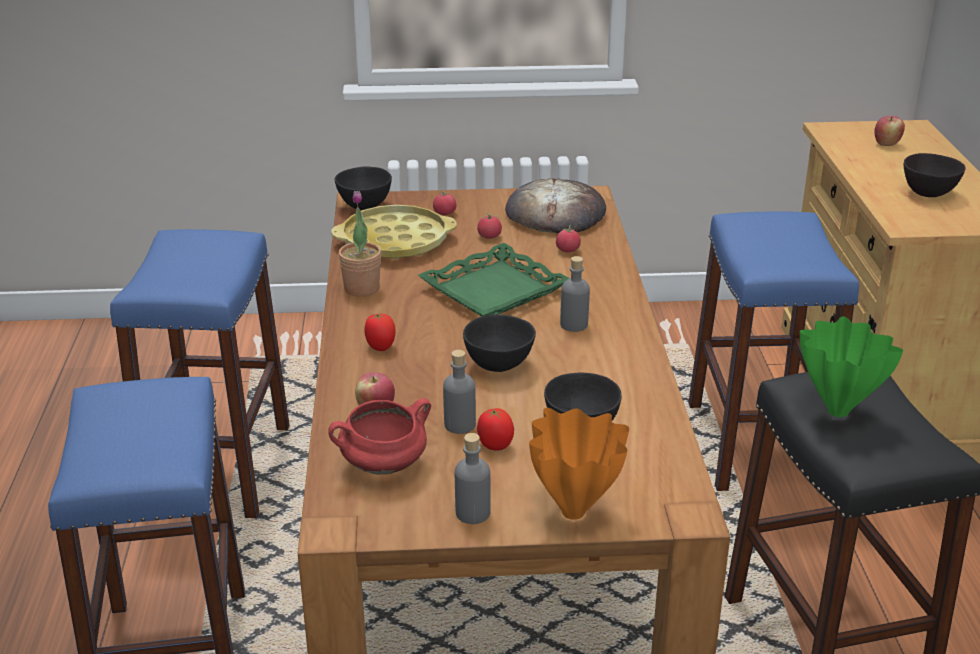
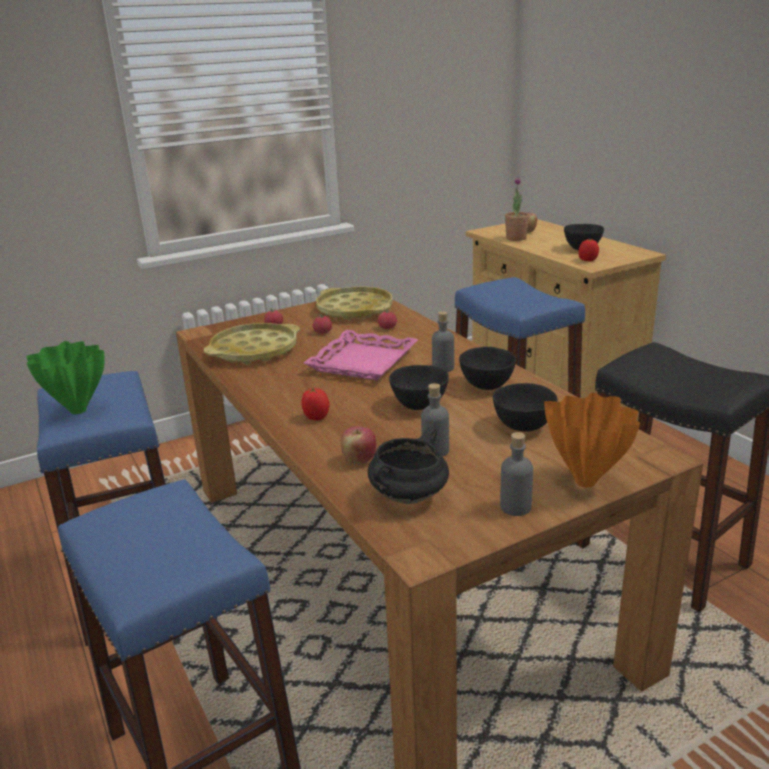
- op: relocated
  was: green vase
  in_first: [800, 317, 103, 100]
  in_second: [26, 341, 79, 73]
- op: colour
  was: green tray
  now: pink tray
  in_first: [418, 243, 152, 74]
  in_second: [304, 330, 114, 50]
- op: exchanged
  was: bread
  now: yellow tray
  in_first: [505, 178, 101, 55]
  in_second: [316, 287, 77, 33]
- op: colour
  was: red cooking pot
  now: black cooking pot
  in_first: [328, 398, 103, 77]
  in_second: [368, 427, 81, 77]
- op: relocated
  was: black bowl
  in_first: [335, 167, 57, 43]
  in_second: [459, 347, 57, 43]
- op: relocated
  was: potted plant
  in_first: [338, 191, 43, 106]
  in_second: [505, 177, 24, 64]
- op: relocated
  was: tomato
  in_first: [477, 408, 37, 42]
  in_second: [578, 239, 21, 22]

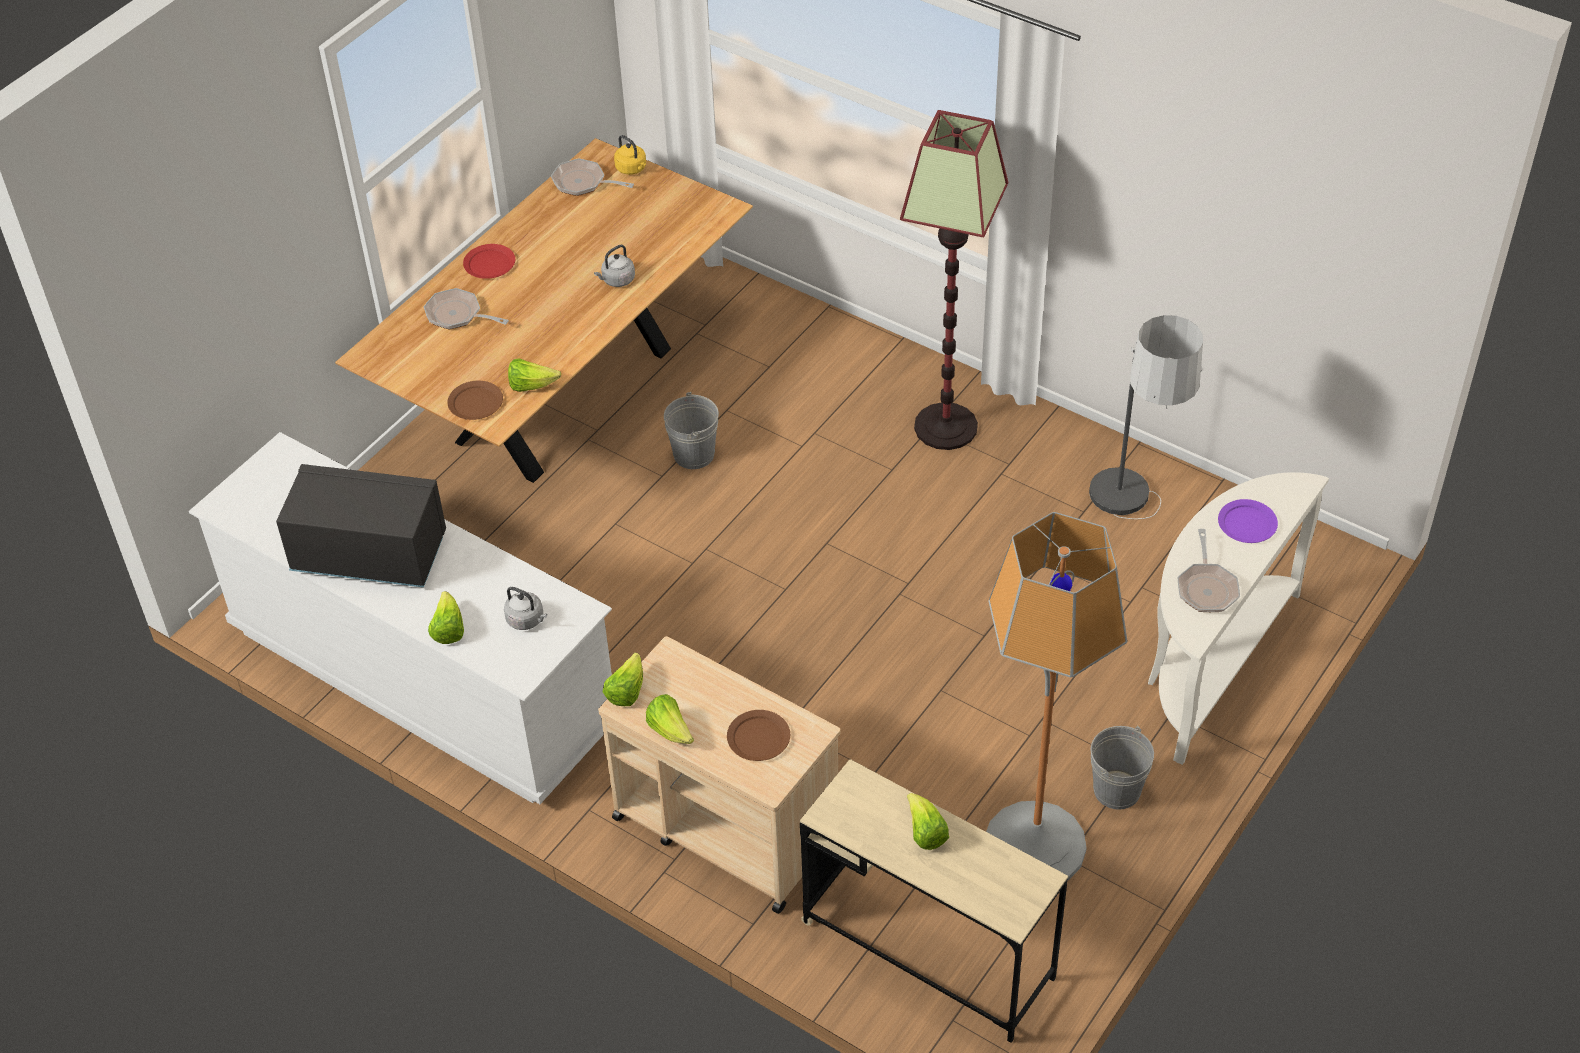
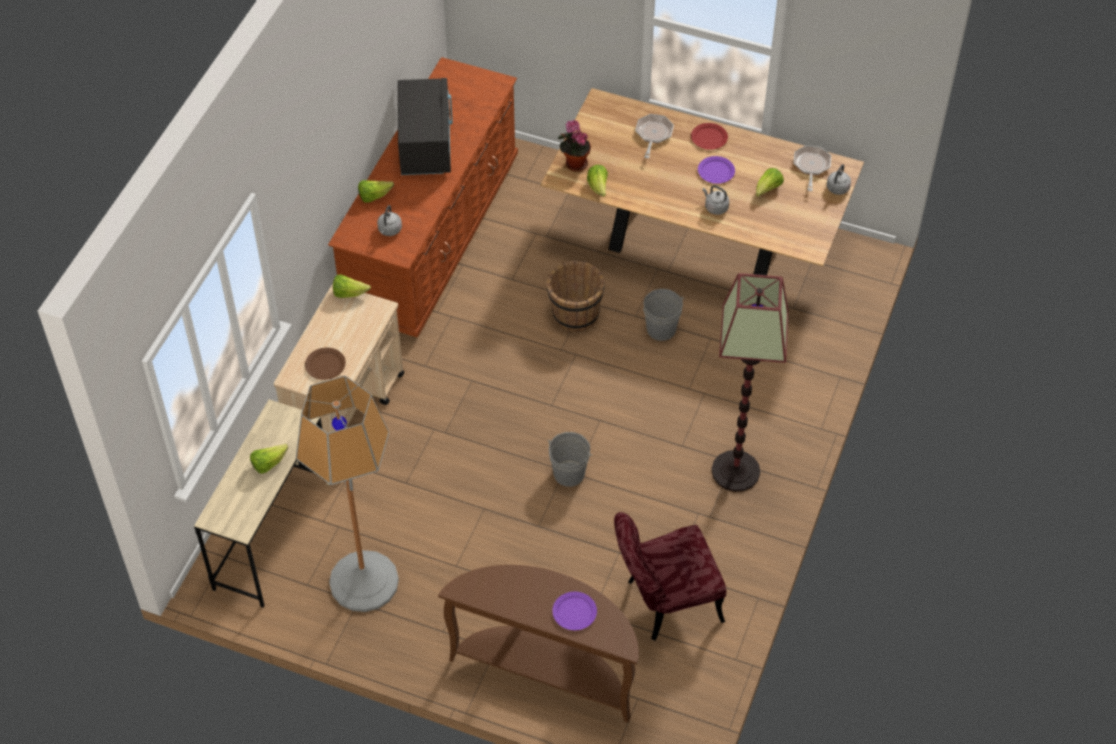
- op: colour
  was: white dresser
  now: brown dresser
  in_first: [189, 432, 423, 372]
  in_second: [328, 57, 190, 280]
- op: colour
  was: white console table
  now: brown console table
  in_first: [1148, 472, 181, 293]
  in_second: [438, 565, 201, 158]
- op: appeared
  now: brown bucket
  in_second: [546, 260, 59, 72]
- op: relocated
  was: grey bucket
  in_first: [1090, 725, 64, 85]
  in_second: [548, 432, 44, 55]
- op: exchanged
  was: brown plate
  now: potted plant
  in_first: [447, 381, 56, 39]
  in_second: [558, 120, 33, 52]
- op: exchanged
  was: floor lamp
  now: red chair
  in_first: [1089, 315, 114, 204]
  in_second: [614, 512, 112, 129]
- op: appeared
  now: purple plate
  in_second: [698, 156, 37, 28]
- op: relocated
  was: lettuce
  in_first: [646, 694, 48, 50]
  in_second: [756, 168, 28, 29]
- op: colour
  was: yellow kettle
  now: grey kettle
  in_first: [614, 135, 32, 40]
  in_second: [827, 164, 24, 31]
- op: missing
  was: frying pan
  in_first: [1177, 529, 63, 83]

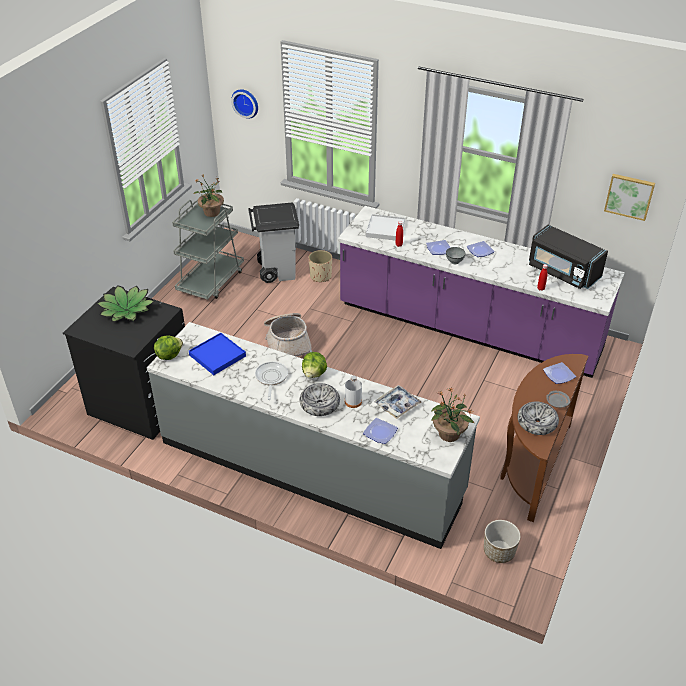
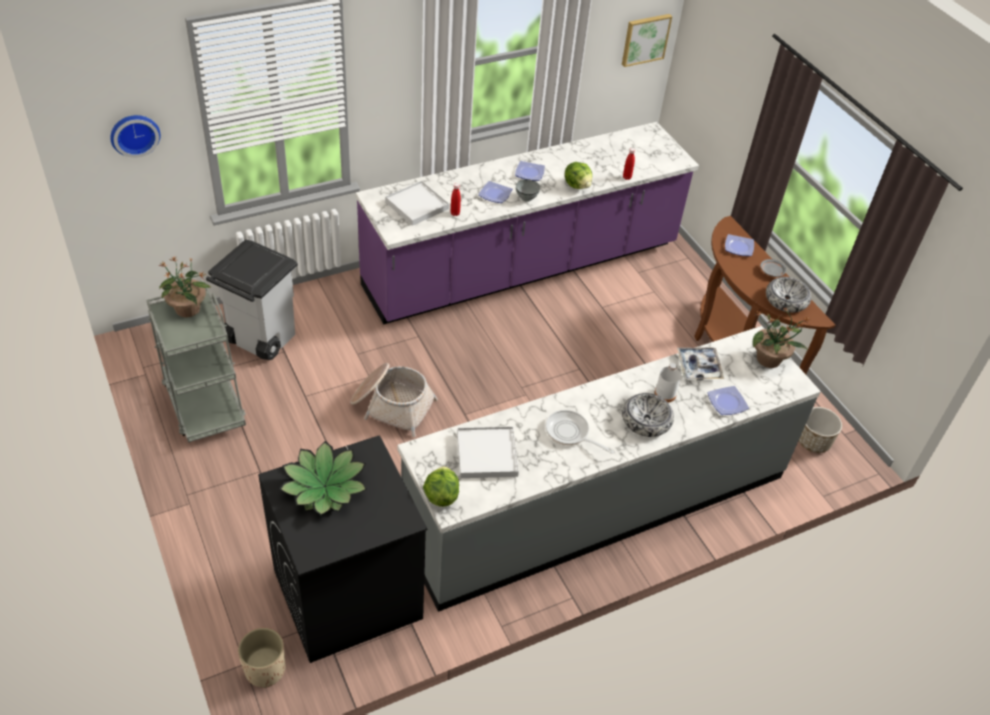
- op: relocated
  was: beige planter
  in_first: [309, 250, 23, 32]
  in_second: [238, 628, 47, 60]
- op: colour
  was: blue tray
  now: white tray
  in_first: [189, 333, 57, 42]
  in_second: [457, 426, 62, 52]
- op: relocated
  was: lettuce
  in_first: [302, 352, 25, 26]
  in_second: [565, 162, 27, 27]
- op: missing
  was: black microwave
  in_first: [529, 225, 79, 64]

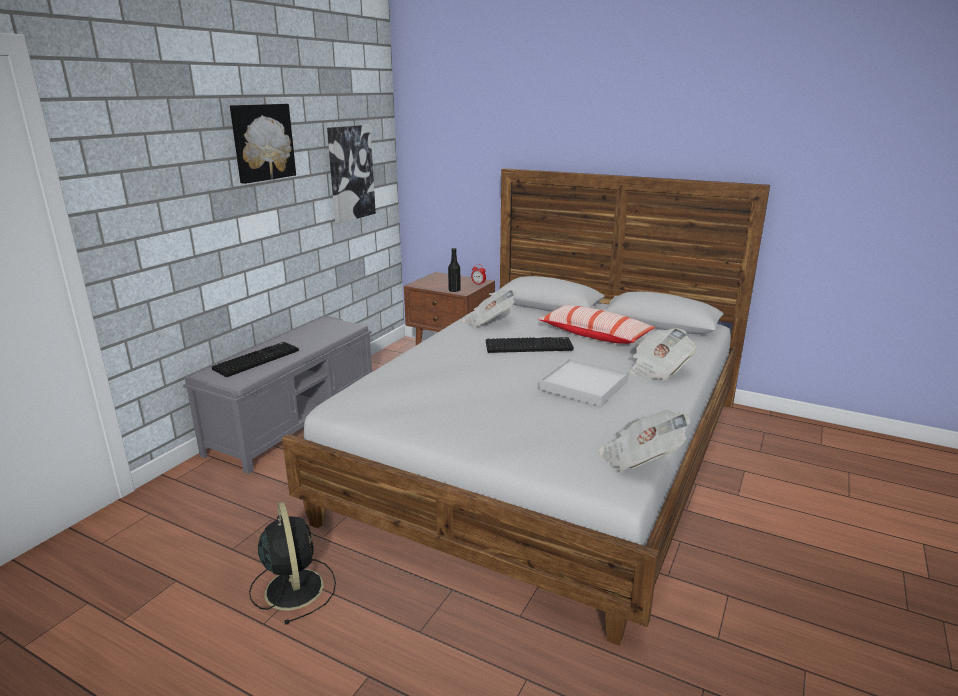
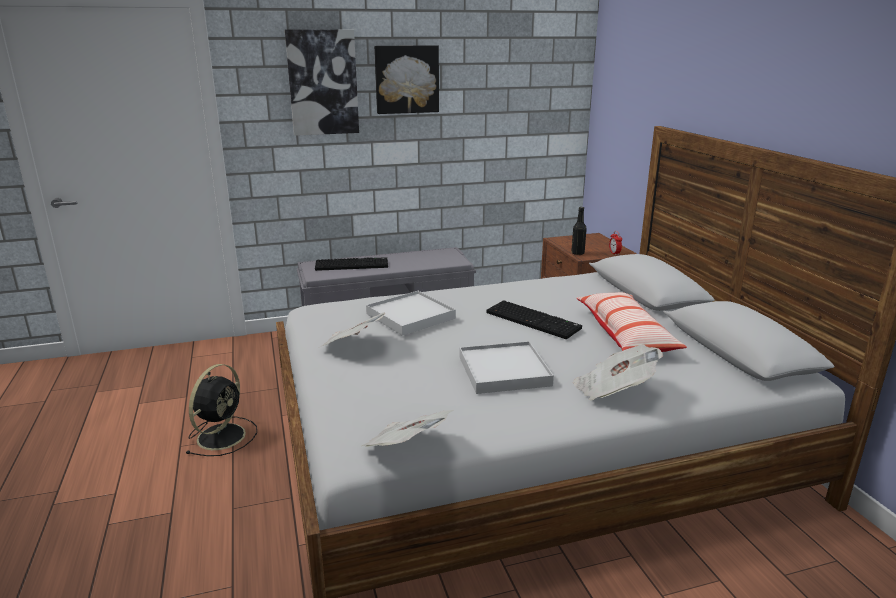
- op: relocated
  was: picture
  in_first: [327, 125, 49, 98]
  in_second: [285, 30, 74, 106]
- op: relocated
  was: newspaper
  in_first: [462, 290, 54, 37]
  in_second: [320, 312, 65, 35]
- op: appeared
  now: white tray
  in_second: [366, 291, 90, 45]

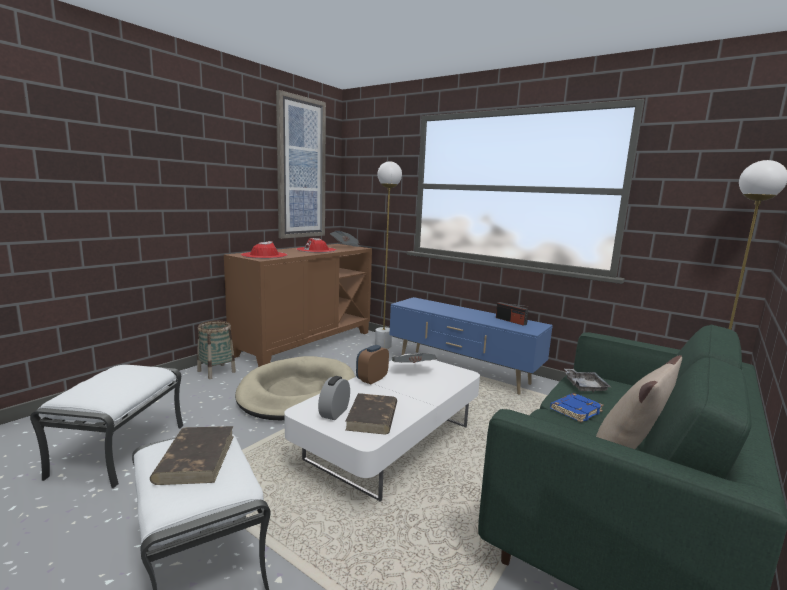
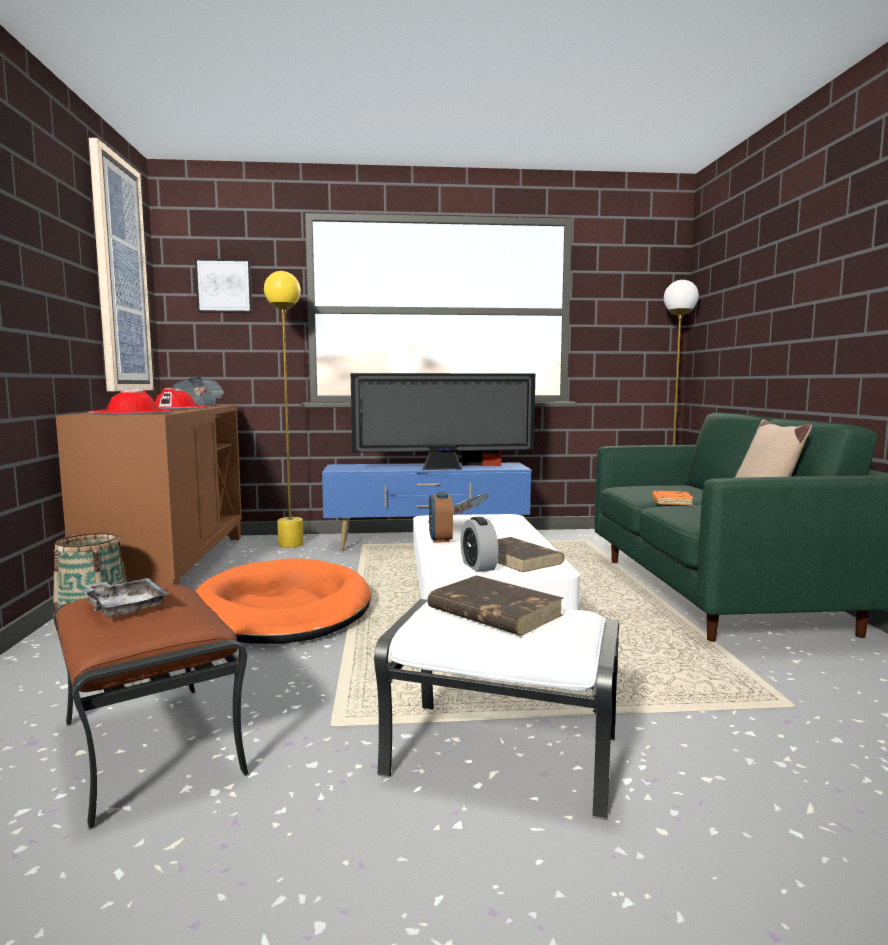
- op: colour
  was: white ottoman
  now: brown ottoman
  in_first: [30, 364, 153, 124]
  in_second: [53, 584, 196, 245]
- op: relocated
  was: grey tray
  in_first: [565, 369, 46, 24]
  in_second: [83, 578, 86, 40]
- op: appeared
  now: picture
  in_second: [195, 259, 58, 54]
- op: colour
  was: beige dog bed
  now: orange dog bed
  in_first: [235, 356, 120, 64]
  in_second: [196, 558, 175, 86]
- op: colour
  was: white floor lamp
  now: yellow floor lamp
  in_first: [375, 161, 27, 188]
  in_second: [264, 271, 40, 277]
- op: appeared
  now: television
  in_second: [351, 373, 184, 97]
- op: colour
  was: blue book
  now: orange book
  in_first: [550, 393, 54, 29]
  in_second: [652, 491, 41, 14]

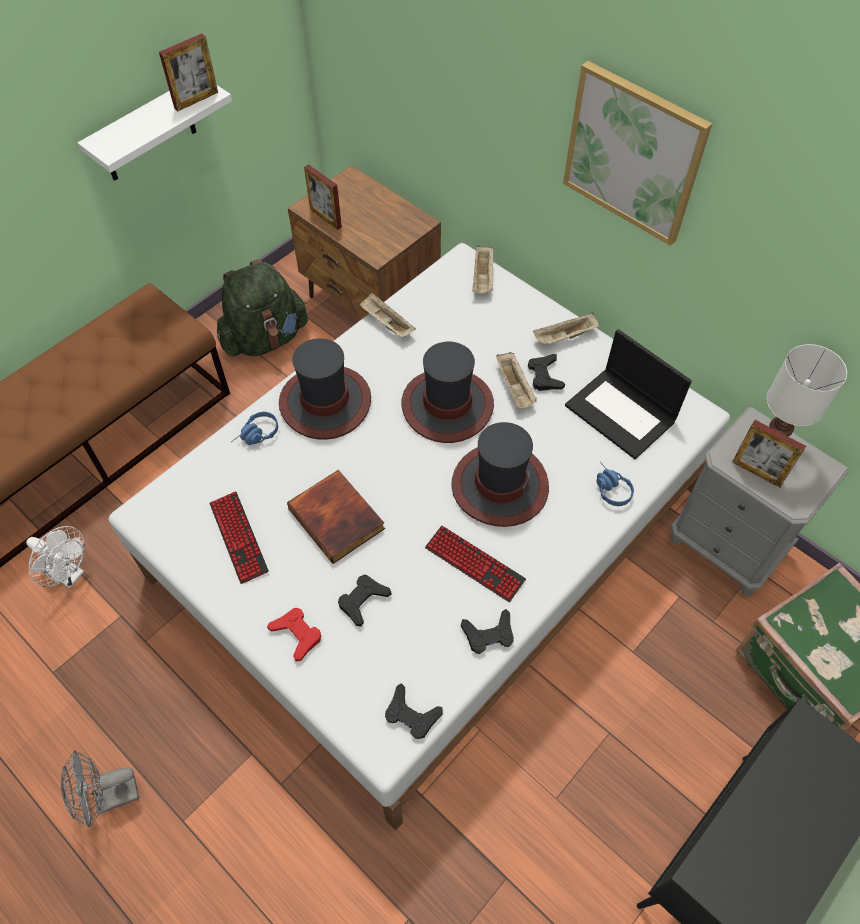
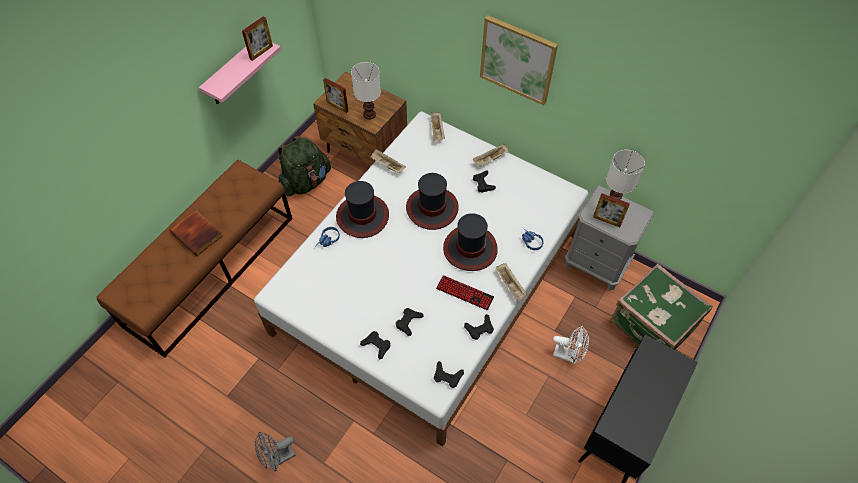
- op: relocated
  was: book
  in_first: [287, 470, 98, 94]
  in_second: [169, 210, 54, 46]
- op: colour
  was: white shelf
  now: pink shelf
  in_first: [78, 85, 154, 96]
  in_second: [199, 42, 82, 62]
- op: appeared
  now: white table lamp
  in_second: [351, 62, 30, 58]
- op: colour
  was: red game controller
  now: black game controller
  in_first: [267, 608, 54, 54]
  in_second: [360, 331, 30, 28]
- op: relocated
  was: beige tray
  in_first: [496, 352, 41, 57]
  in_second: [496, 263, 31, 38]
- op: relocated
  was: white fan
  in_first: [26, 526, 59, 62]
  in_second: [553, 326, 36, 38]
- op: missing
  was: keyboard
  in_first: [209, 491, 60, 93]
- op: missing
  was: laptop
  in_first: [565, 329, 127, 130]

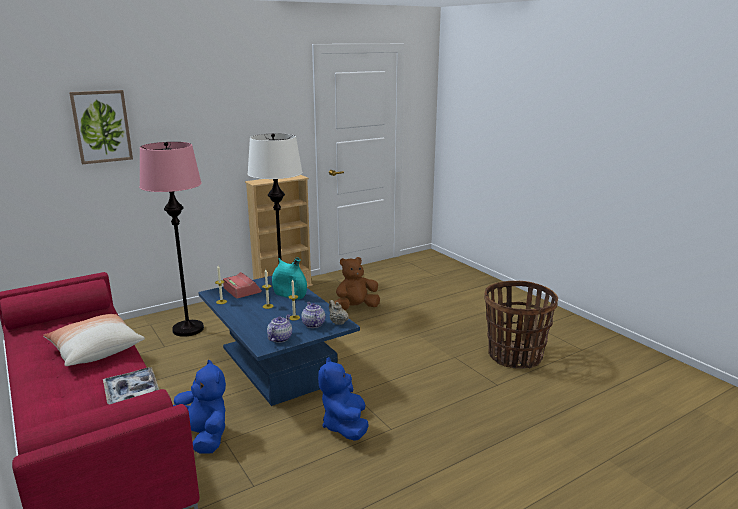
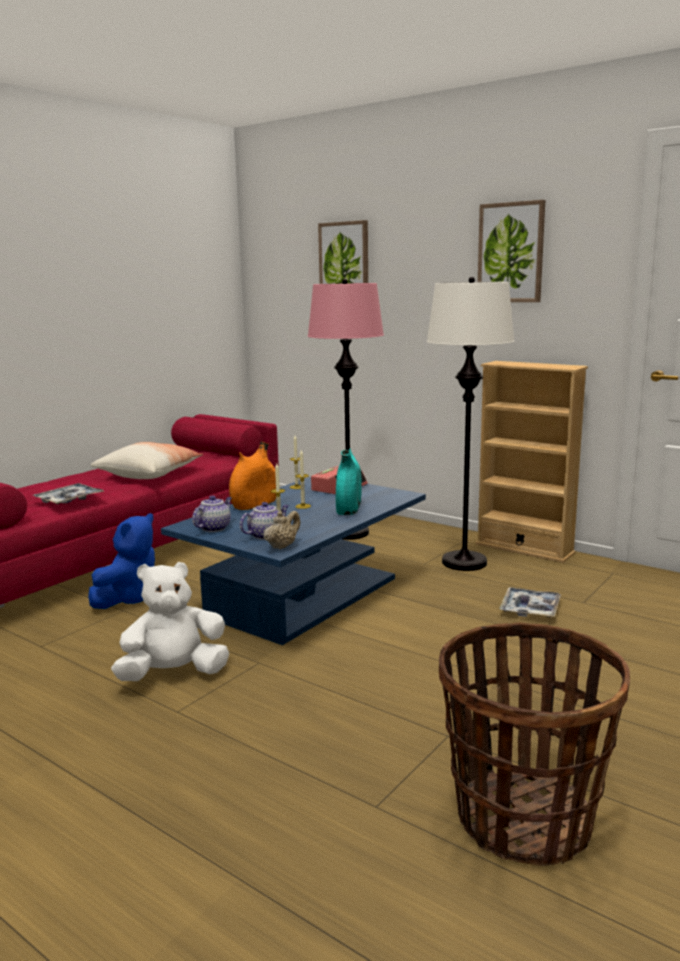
- op: colour
  was: blue plush toy
  now: white plush toy
  in_first: [318, 357, 51, 84]
  in_second: [111, 562, 118, 119]
- op: spun
  was: teapot
  in_first: [267, 314, 25, 29]
  in_second: [192, 495, 40, 37]
  clockwise: -60
- op: appeared
  now: orange vase
  in_second: [229, 442, 47, 68]
- op: appeared
  now: picture
  in_second: [478, 200, 67, 102]
- op: exchanged
  was: brown plush toy
  now: tray
  in_first: [335, 257, 45, 53]
  in_second: [500, 587, 61, 30]

